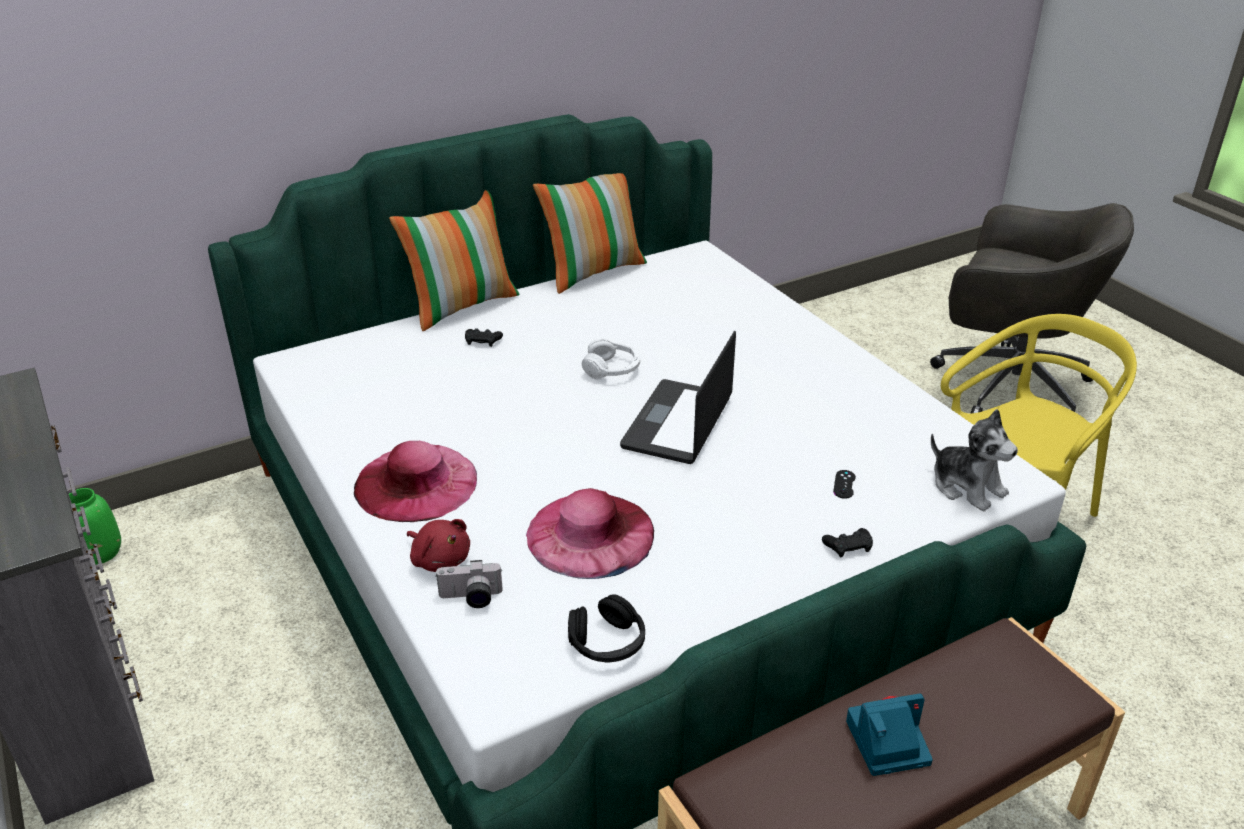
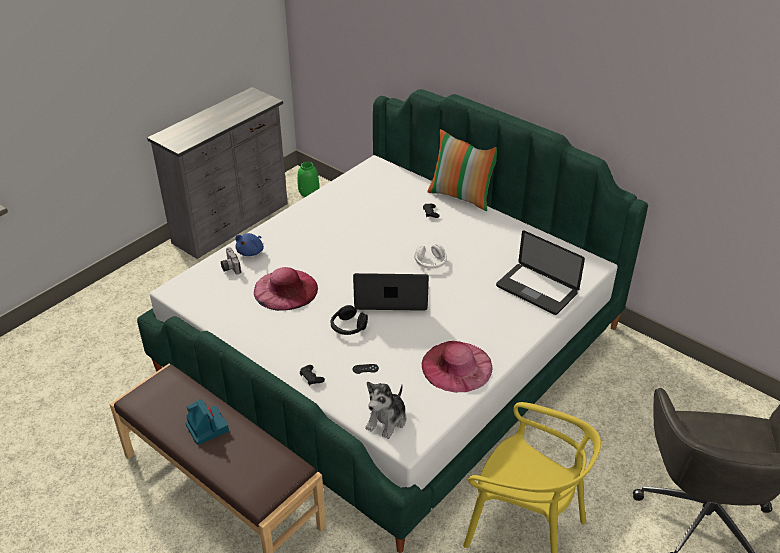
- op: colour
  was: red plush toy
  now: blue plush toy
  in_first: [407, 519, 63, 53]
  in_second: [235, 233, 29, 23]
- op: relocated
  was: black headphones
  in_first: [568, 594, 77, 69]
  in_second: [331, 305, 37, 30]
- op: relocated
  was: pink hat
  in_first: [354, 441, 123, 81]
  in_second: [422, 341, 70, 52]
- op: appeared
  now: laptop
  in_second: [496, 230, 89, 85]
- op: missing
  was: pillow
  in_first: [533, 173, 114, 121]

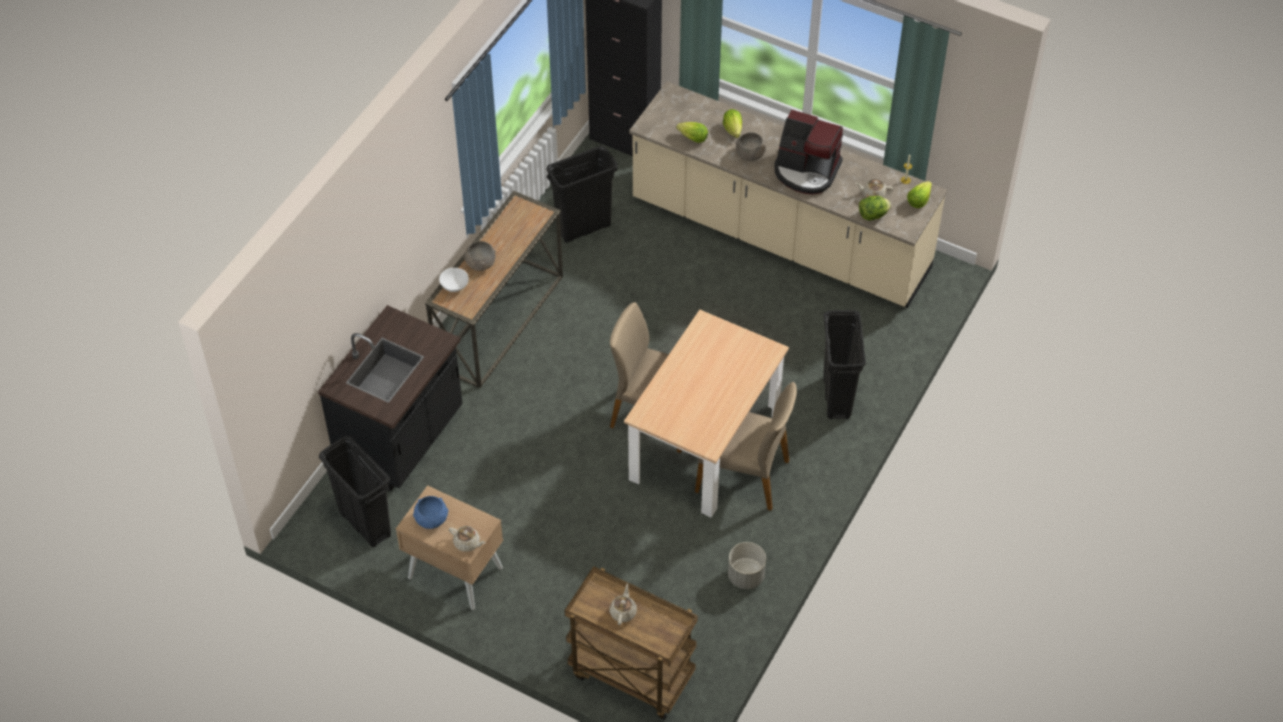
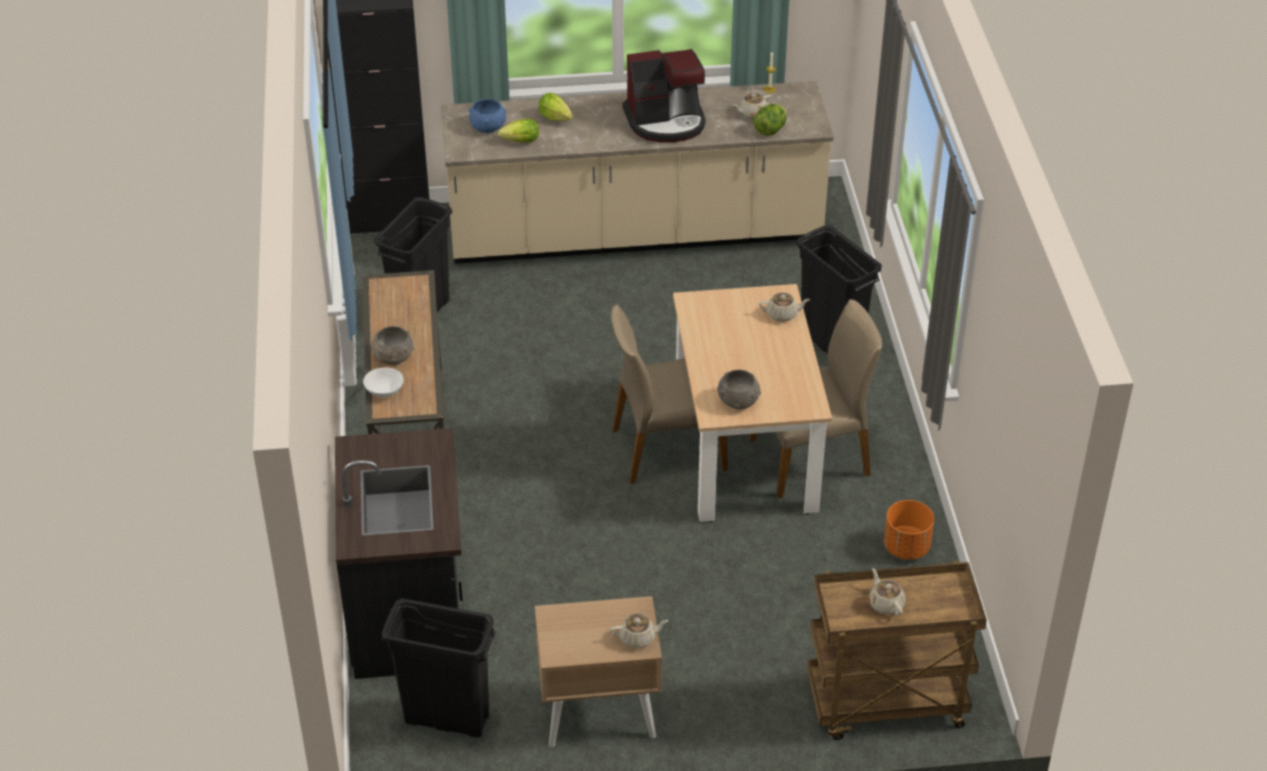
- op: relocated
  was: blue bowl
  in_first: [413, 496, 36, 33]
  in_second: [469, 99, 37, 34]
- op: relocated
  was: grey bowl
  in_first: [736, 132, 30, 29]
  in_second: [717, 370, 44, 39]
- op: appeared
  now: beige teapot
  in_second: [759, 292, 51, 30]
- op: colour
  was: grey planter
  now: orange planter
  in_first: [728, 542, 38, 47]
  in_second: [884, 500, 50, 60]
- op: missing
  was: lettuce
  in_first: [907, 181, 25, 27]

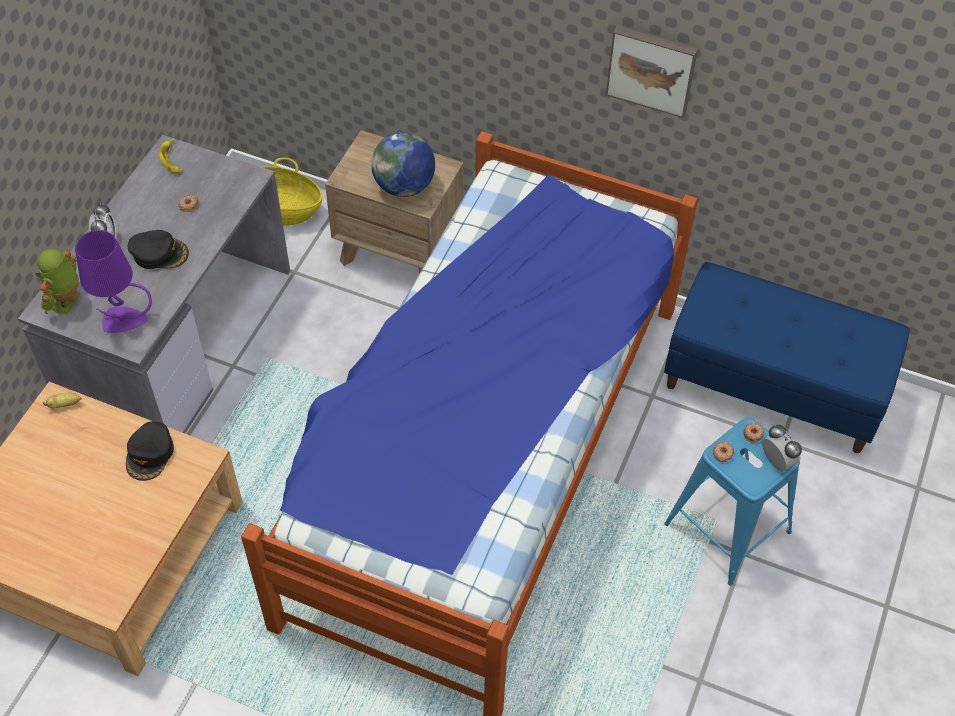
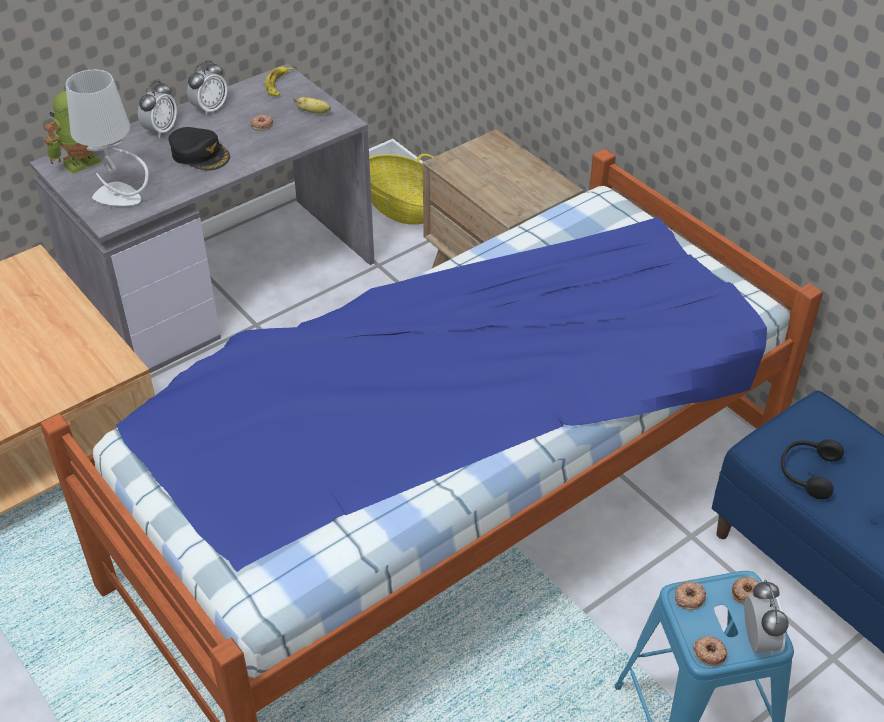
- op: colour
  was: purple table lamp
  now: grey table lamp
  in_first: [75, 230, 77, 103]
  in_second: [66, 69, 83, 137]
- op: appeared
  now: alarm clock
  in_second: [187, 60, 40, 56]
- op: relocated
  was: banana
  in_first: [43, 393, 39, 15]
  in_second: [294, 97, 37, 17]
- op: appeared
  now: donut
  in_second: [693, 636, 35, 30]
- op: appeared
  now: black headphones
  in_second: [781, 439, 63, 60]
- op: missing
  was: black cap
  in_first: [126, 421, 48, 60]
- op: missing
  was: globe
  in_first: [371, 132, 64, 65]
- op: missing
  was: picture
  in_first: [606, 26, 92, 92]

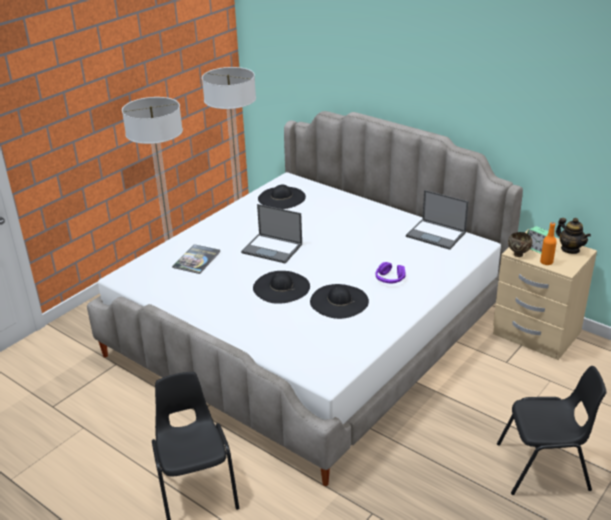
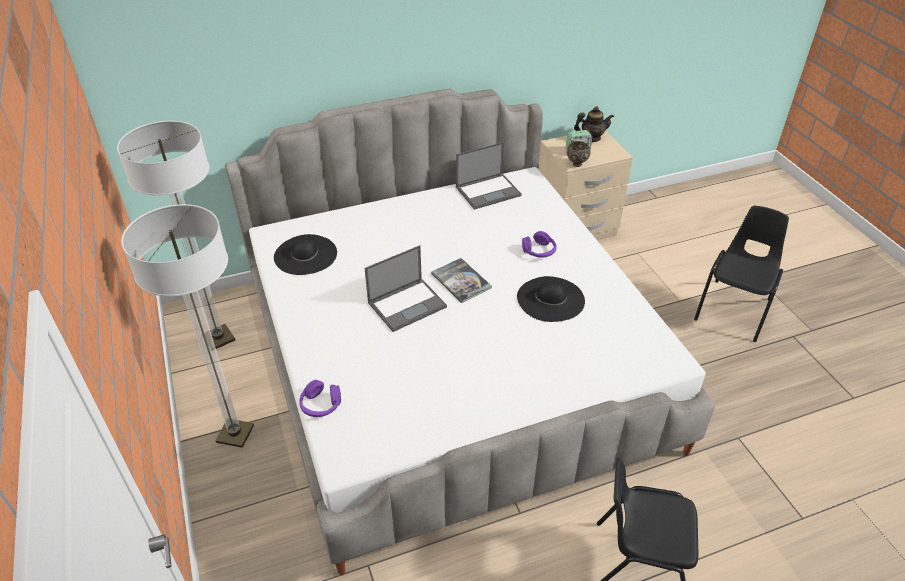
- op: appeared
  now: purple headphones
  in_second: [299, 380, 42, 37]
- op: relocated
  was: book
  in_first: [172, 244, 48, 30]
  in_second: [431, 258, 61, 45]
- op: missing
  was: black hat
  in_first: [253, 271, 57, 33]
- op: missing
  was: orange bottle
  in_first: [540, 222, 17, 43]

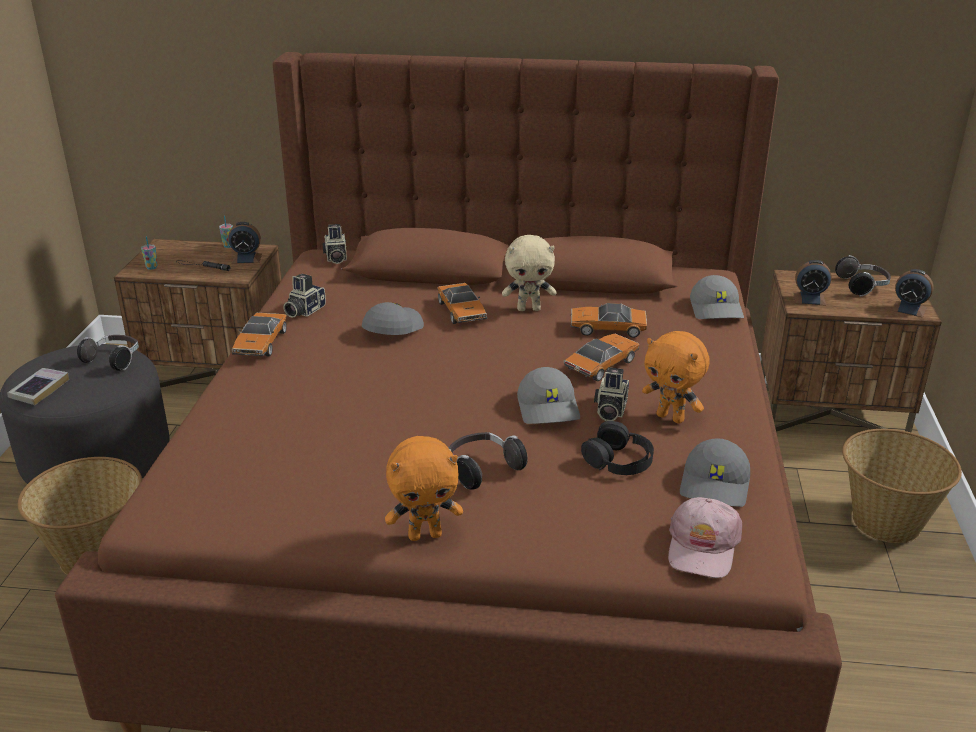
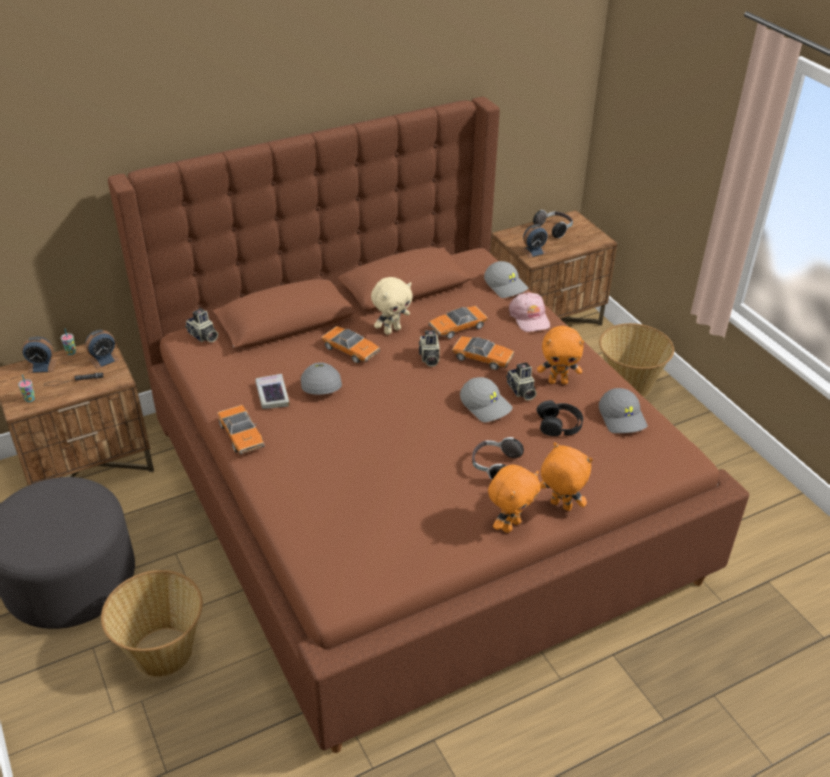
- op: relocated
  was: alarm clock
  in_first: [891, 269, 43, 49]
  in_second: [22, 337, 35, 36]
- op: relocated
  was: book
  in_first: [7, 368, 62, 37]
  in_second: [255, 374, 34, 35]
- op: relocated
  was: photo camera
  in_first: [283, 274, 43, 44]
  in_second: [419, 330, 21, 37]
- op: spun
  was: toy car
  in_first: [564, 334, 75, 47]
  in_second: [452, 336, 62, 34]
  clockwise: 105
- op: relocated
  was: pink cap
  in_first: [668, 497, 74, 81]
  in_second: [509, 292, 41, 40]
- op: appeared
  now: orange plush toy
  in_second: [540, 442, 53, 69]
- op: missing
  was: headphones
  in_first: [77, 335, 62, 36]

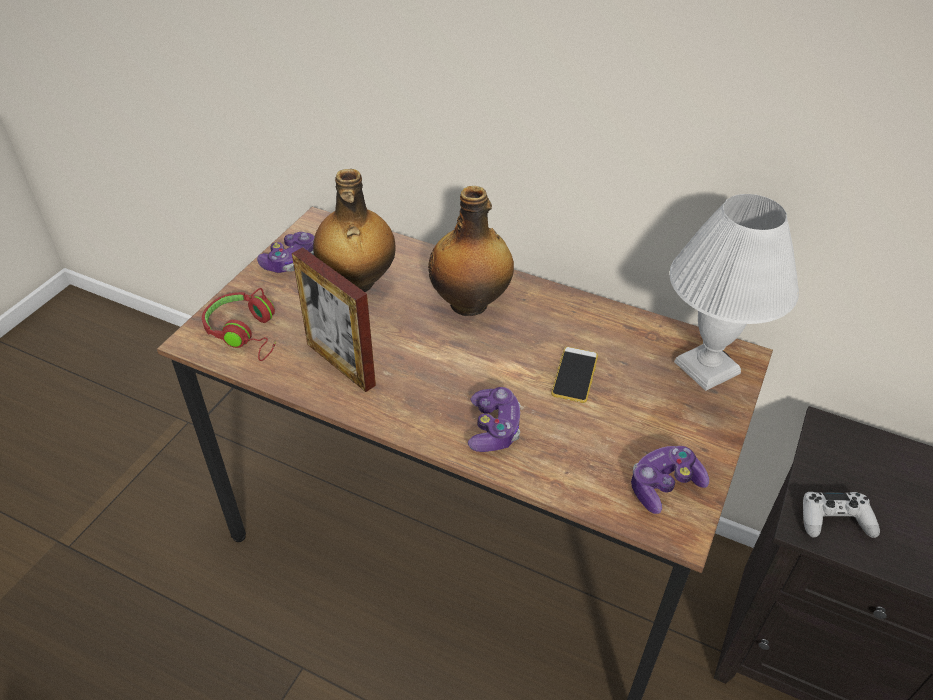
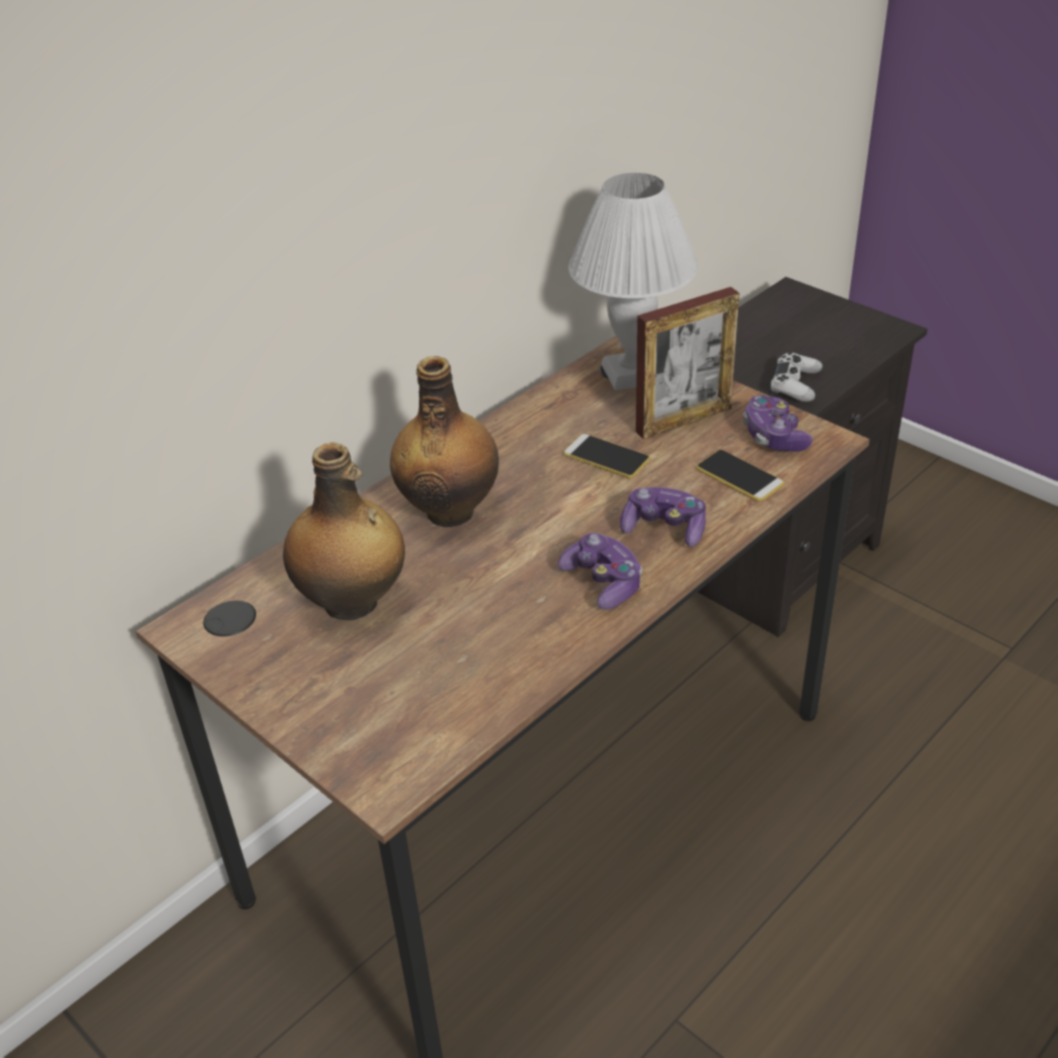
- op: relocated
  was: game controller
  in_first: [257, 232, 58, 41]
  in_second: [558, 533, 84, 77]
- op: relocated
  was: picture frame
  in_first: [292, 247, 84, 145]
  in_second: [636, 287, 103, 152]
- op: appeared
  now: phone
  in_second: [696, 450, 89, 52]
- op: missing
  was: red headphones
  in_first: [202, 288, 74, 73]

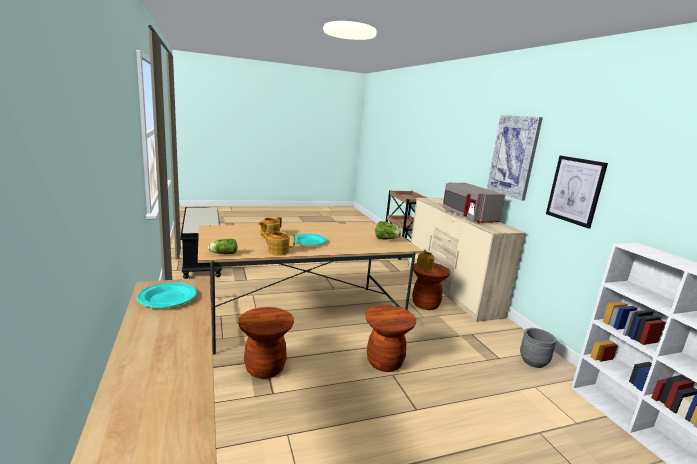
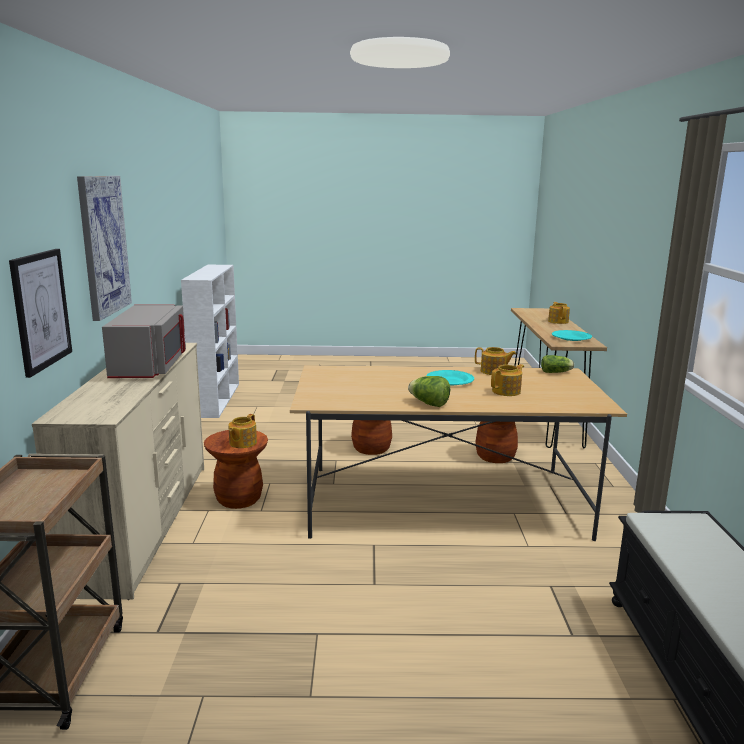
- op: relocated
  was: picture
  in_first: [546, 156, 62, 72]
  in_second: [9, 249, 63, 129]
- op: relocated
  was: lettuce
  in_first: [375, 221, 26, 19]
  in_second: [408, 376, 42, 31]
- op: appeared
  now: teapot
  in_second: [548, 302, 22, 22]
- op: missing
  was: grey planter
  in_first: [520, 328, 36, 40]

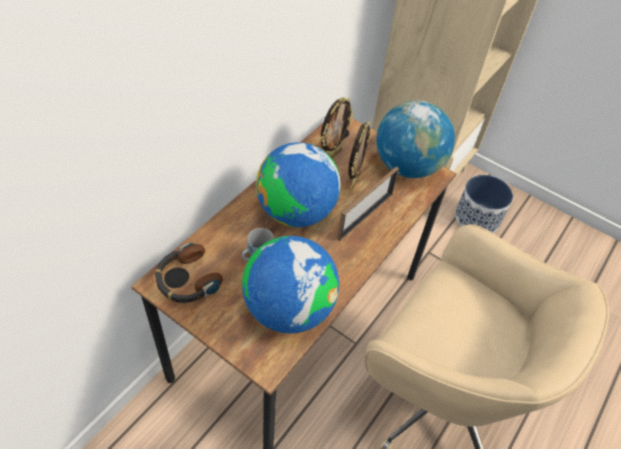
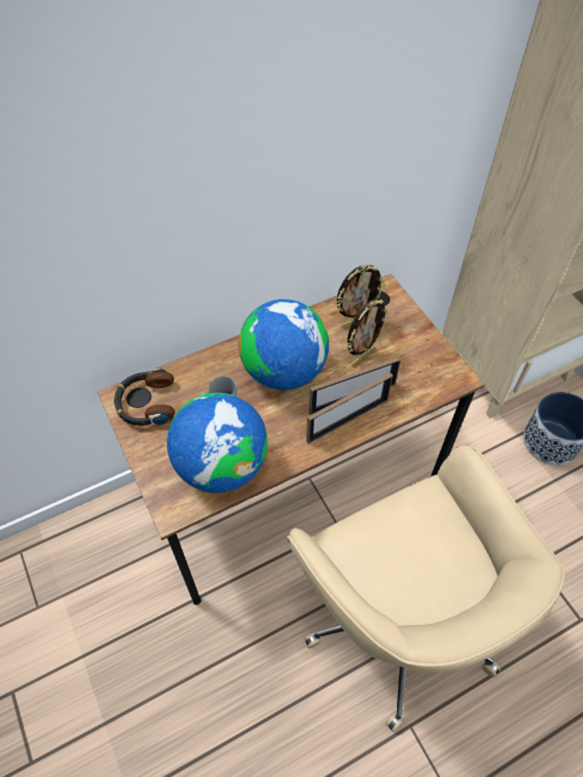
- op: appeared
  now: picture frame
  in_second: [306, 373, 87, 71]
- op: missing
  was: globe
  in_first: [376, 100, 79, 78]

